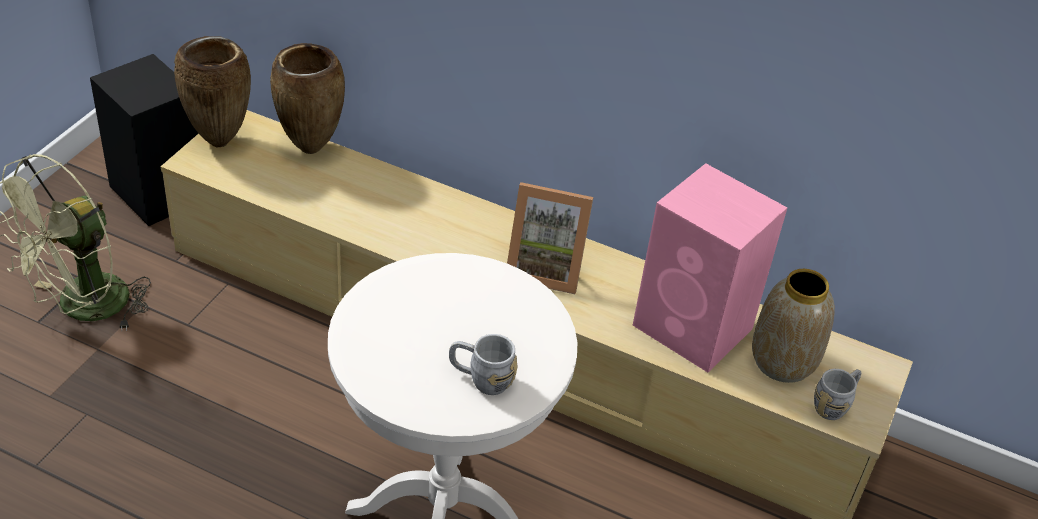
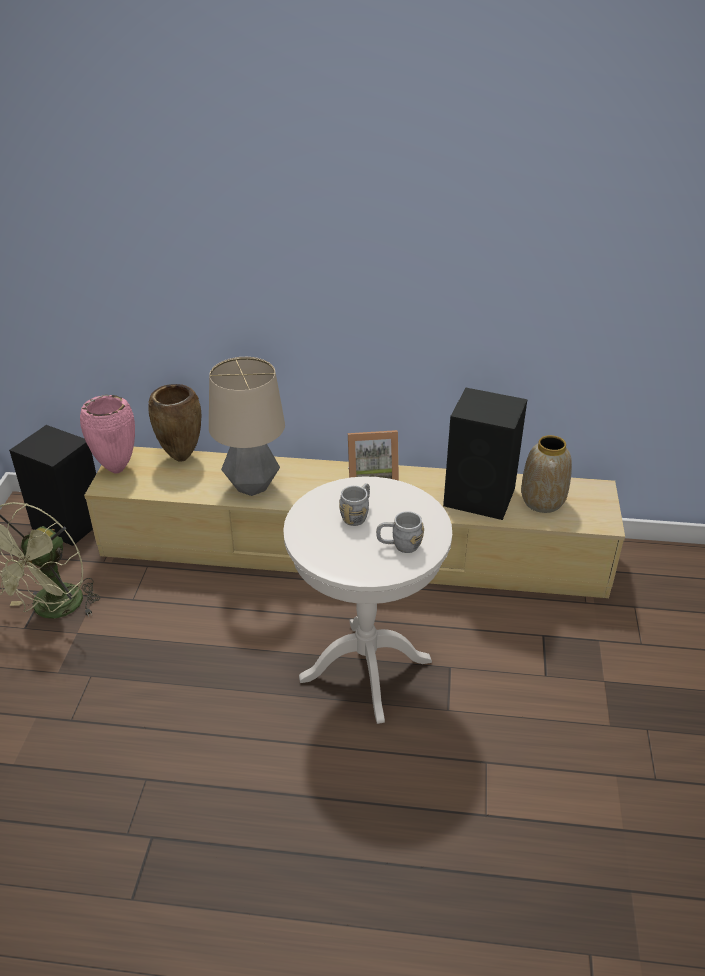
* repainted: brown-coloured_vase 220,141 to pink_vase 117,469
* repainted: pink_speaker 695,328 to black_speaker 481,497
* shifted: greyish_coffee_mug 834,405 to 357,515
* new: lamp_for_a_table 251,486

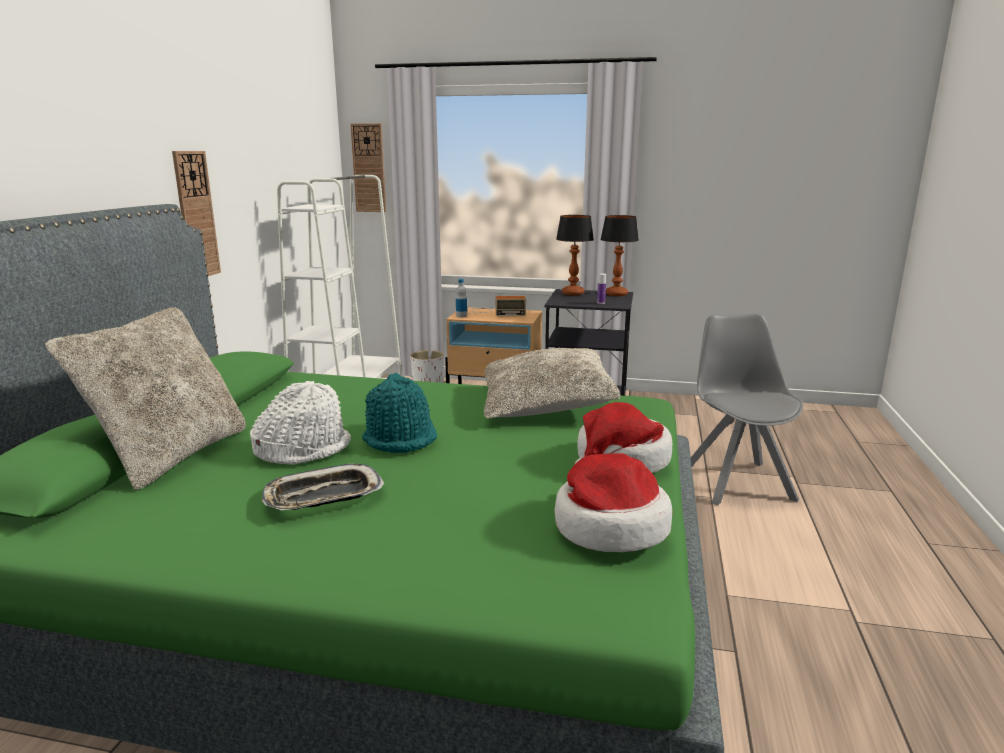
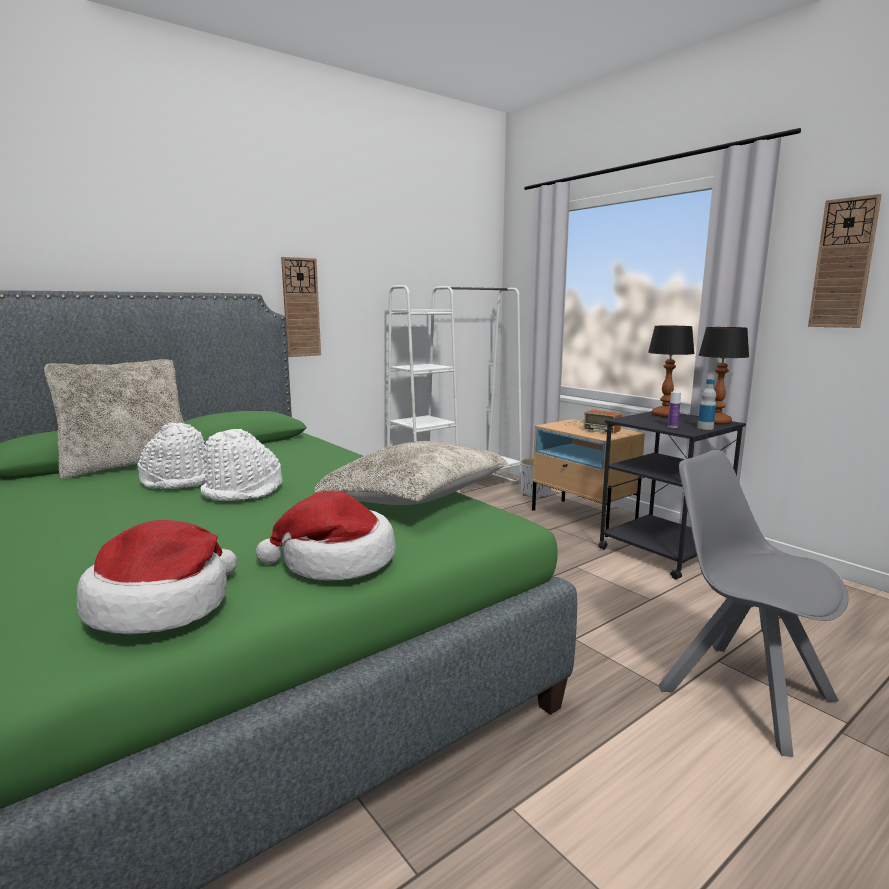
* shifted: hanging_clock 369,168 to 843,264
* shifted: drink_bottle 461,316 to 705,428
* rotated: greyish_upright_chair 737,481 = 741,691 75 degrees counterclockwise
* repainted: blue-green_clothing_hat 400,438 to white-coloured_clothing_hat 244,491
* gone: carrying_tray 323,496

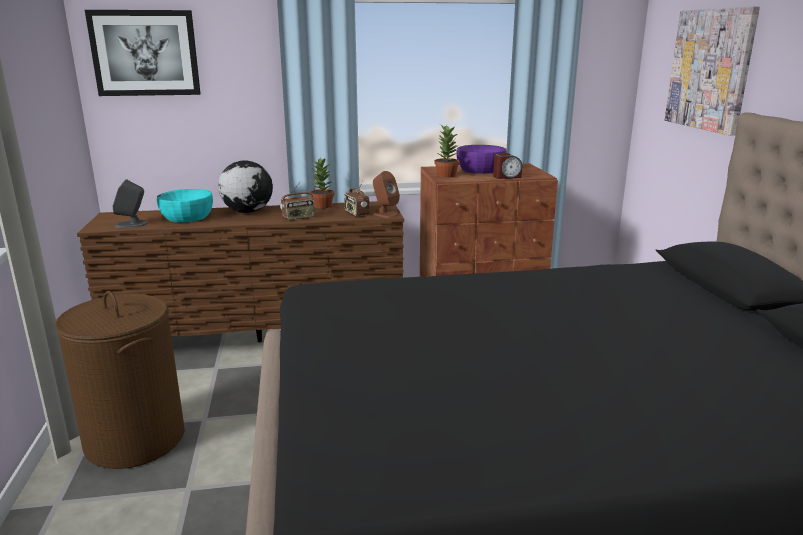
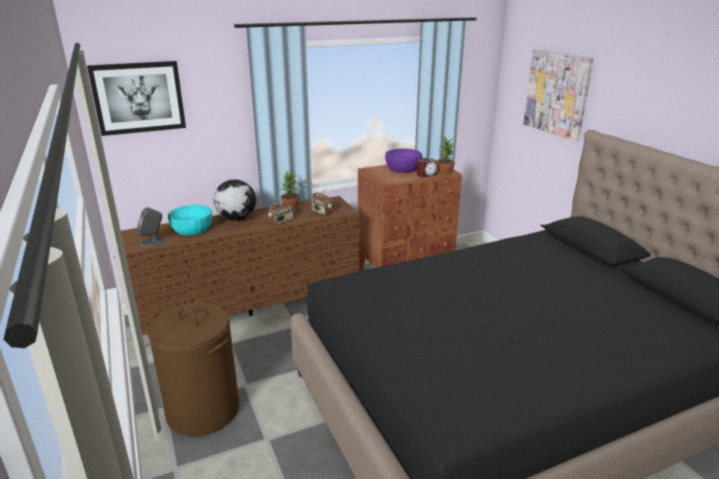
* shifted: potted_plant 446,175 to 444,172
* gone: brown-coloured_speaker 385,214

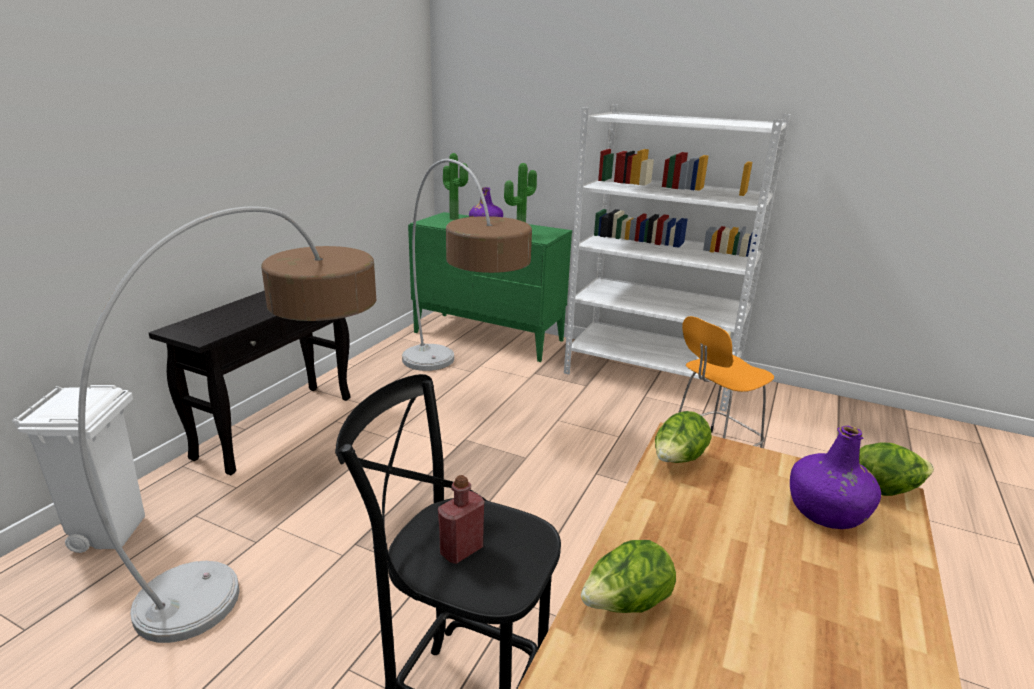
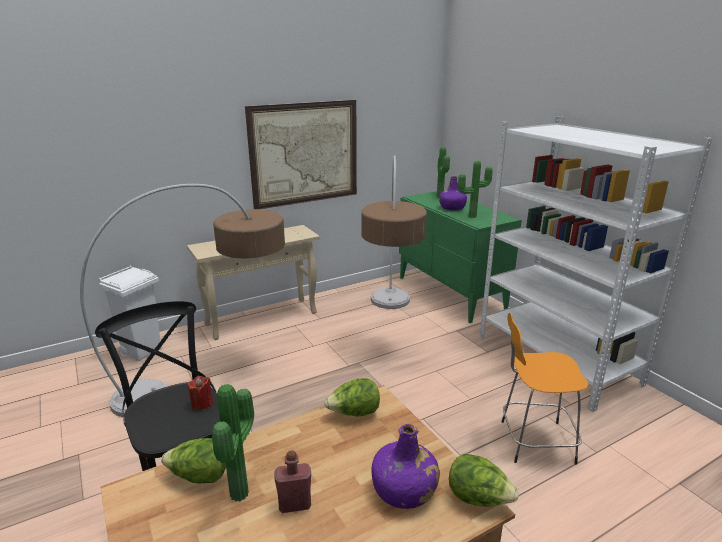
* repainted: black_hall_table 277,426 to sand-coloured_hall_table 262,318
* shifted: red-coloured_drink_bottle 461,550 to 295,504
* new: wall_picture 305,153
* new: red-coloured_wax_candle 202,403
* new: potted_plant 243,494

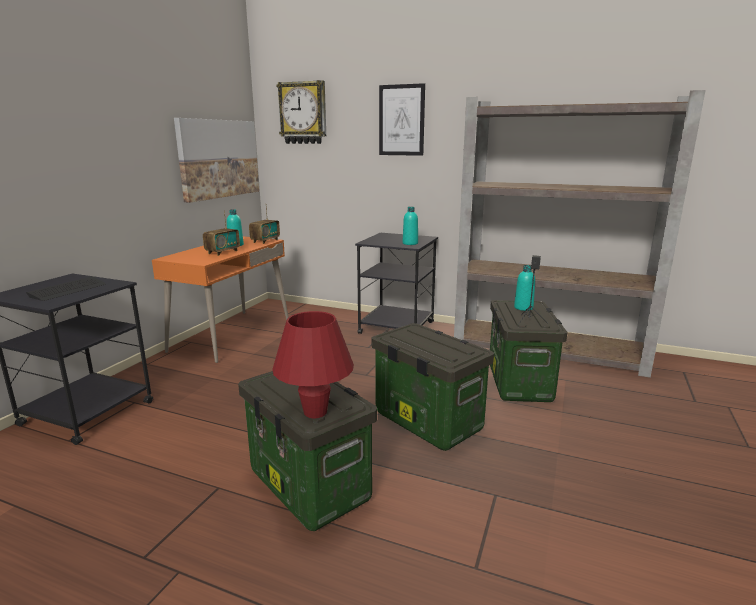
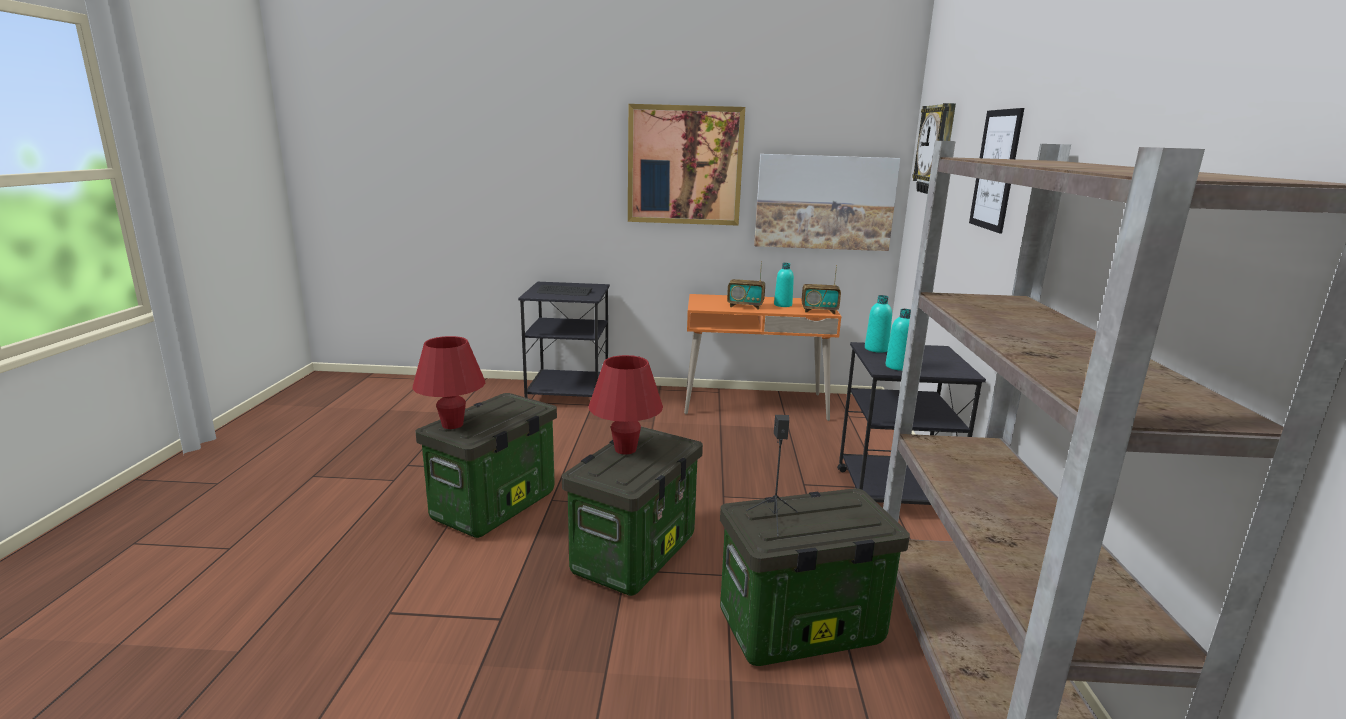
* shifted: blue-green_drink_bottle 523,308 to 876,349
* new: wall_picture 684,165
* new: red-coloured_lamp_for_a_table 625,449

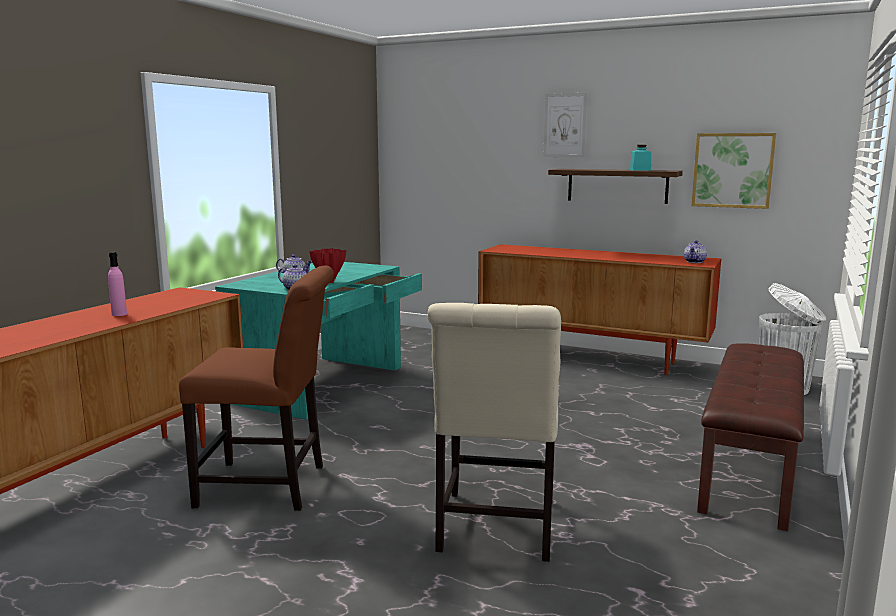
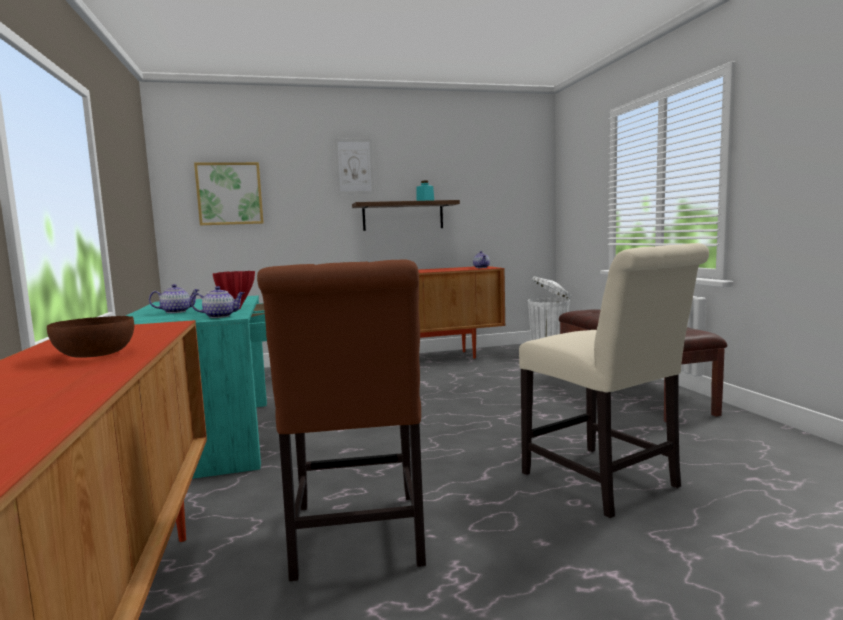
* shifted: wall_picture 732,170 to 229,194
* swapped: pink_drink_bottle 119,314 to brown-coloured_bowl 94,355
* rotated: brown-coloured_upright_chair 270,487 = 356,541 120 degrees clockwise

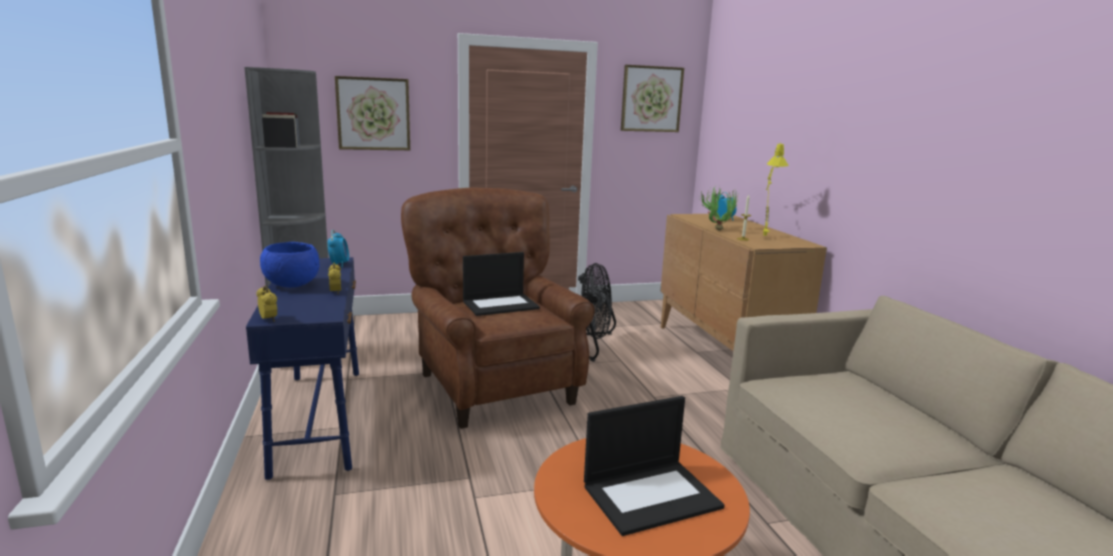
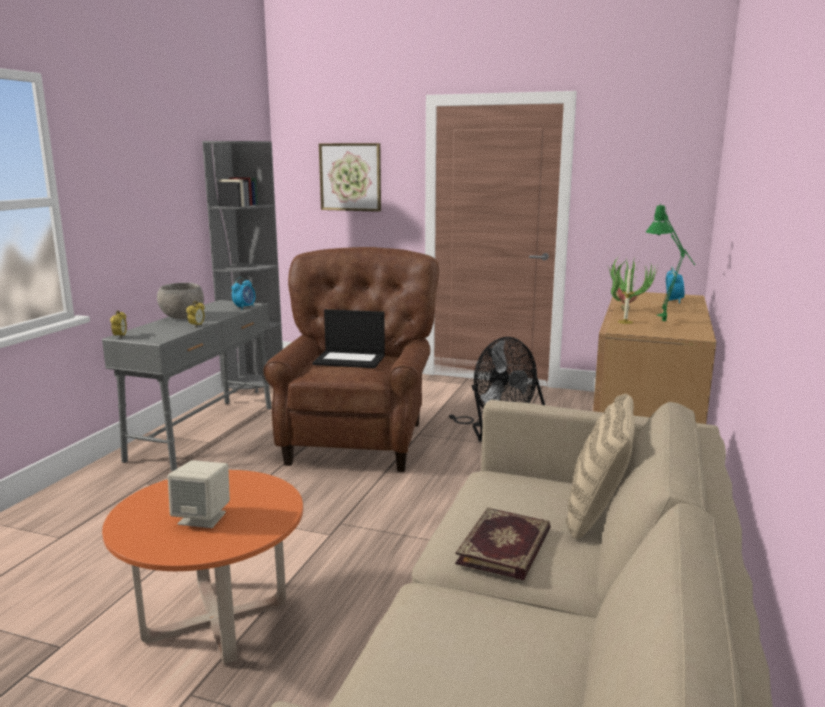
* gone: wall_picture 651,99
* repainted: yellowish_lamp_for_a_table 764,236 to green_lamp_for_a_table 666,321
* repainted: blue_bowl 292,285 to greyish_bowl 182,318
* repainted: blue_hall_table 321,418 to greyish_hall_table 204,433
* swapped: portable_computer 652,495 to sand-coloured_speaker 203,518
* new: sand-coloured_cushion 596,515
* new: volume 506,547

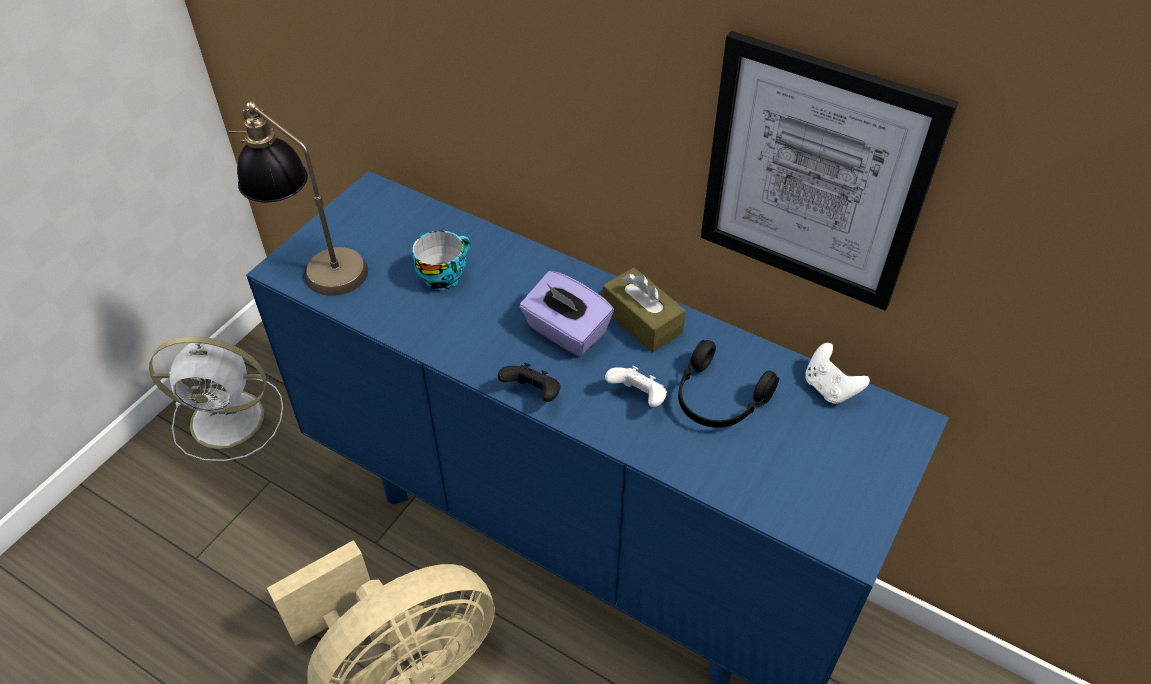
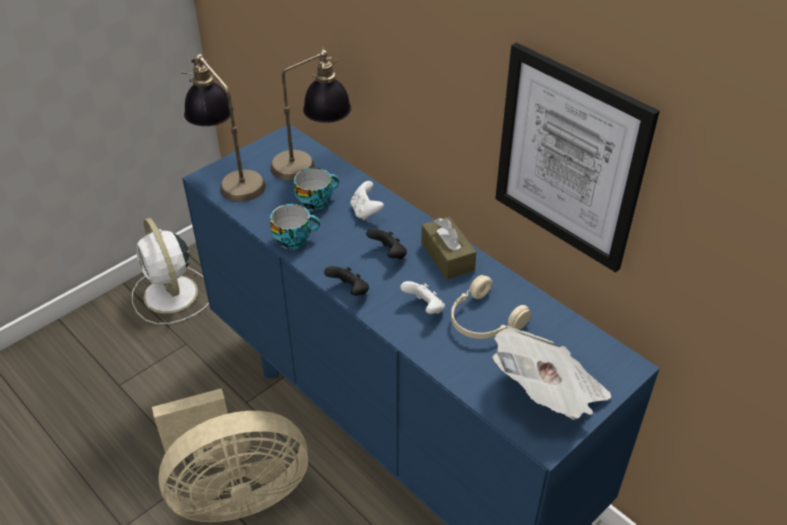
* swapped: purple-coloured_box_of_tissues 566,332 to black_joypad 388,254
* rotated: white-coloured_fan 231,419 = 171,296 45 degrees clockwise
* repainted: black_pair_of_headphones 718,399 to sand-coloured_pair_of_headphones 483,320
* shifted: white-coloured_joypad 829,388 to 366,211
* new: lamp_for_a_table 312,166
* new: small_cup 294,239
* new: printed_paper 548,393

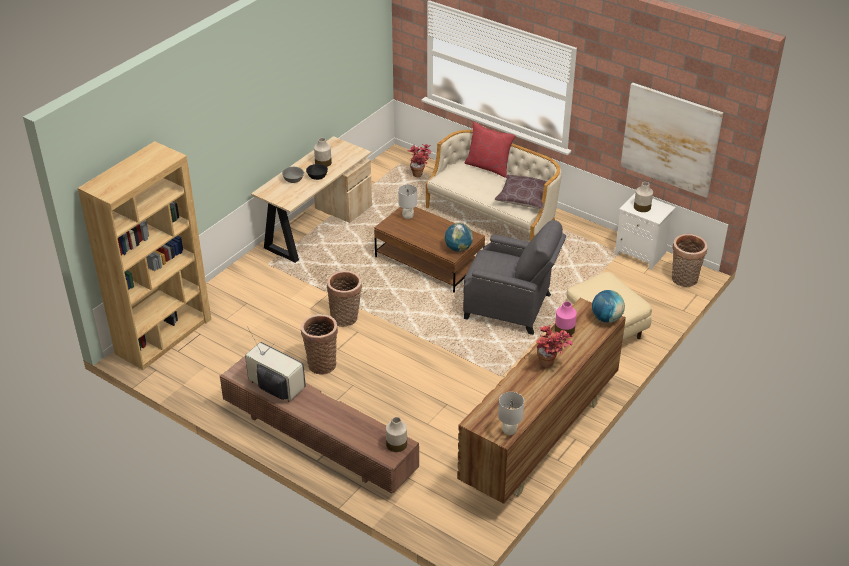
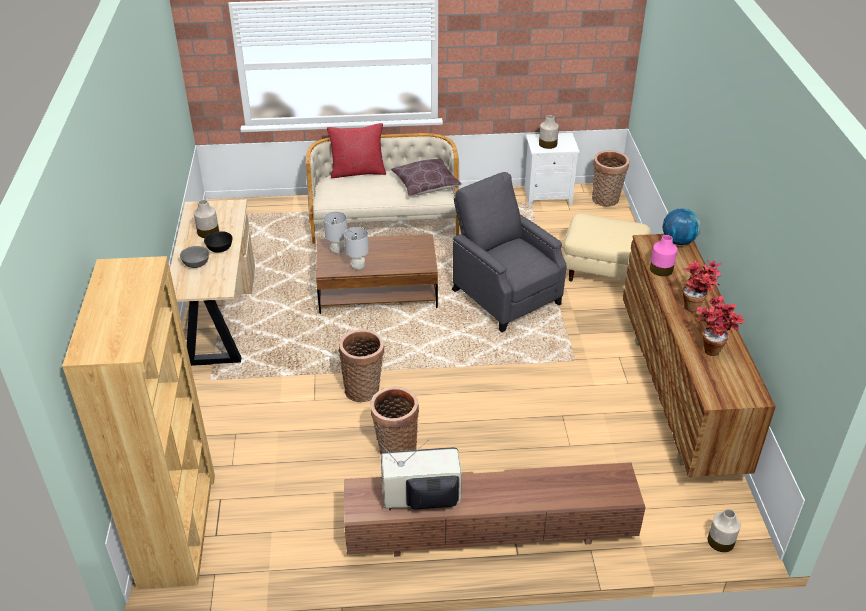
* gone: wall_picture 670,139
* shifted: potted_plant 420,174 to 712,347
* rotated: greyish_easy_chair 511,307 = 503,294 105 degrees counterclockwise
* gone: world_globe 458,248
* shifted: greyish_lamp_for_a_table 509,432 to 358,267
* shifted: sand-coloured_vase 396,444 to 721,541

